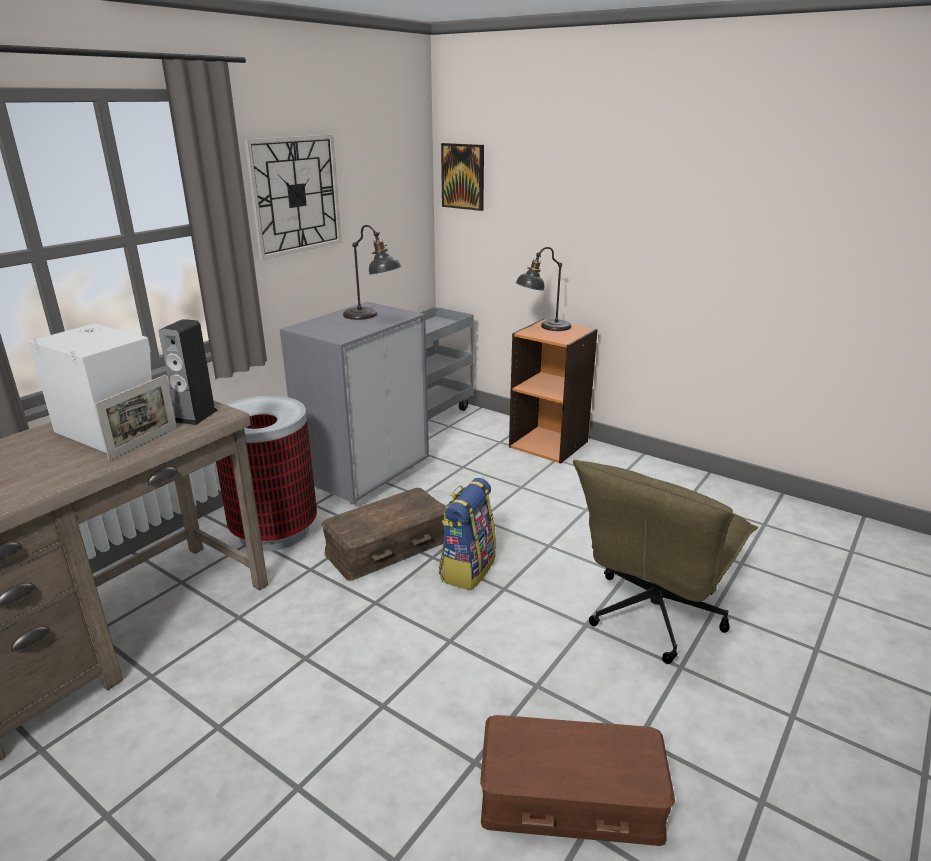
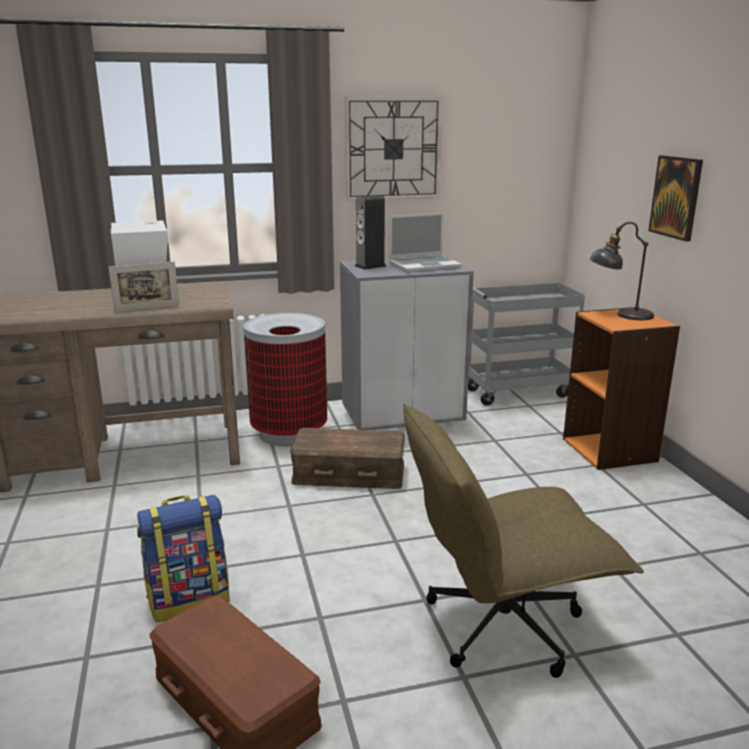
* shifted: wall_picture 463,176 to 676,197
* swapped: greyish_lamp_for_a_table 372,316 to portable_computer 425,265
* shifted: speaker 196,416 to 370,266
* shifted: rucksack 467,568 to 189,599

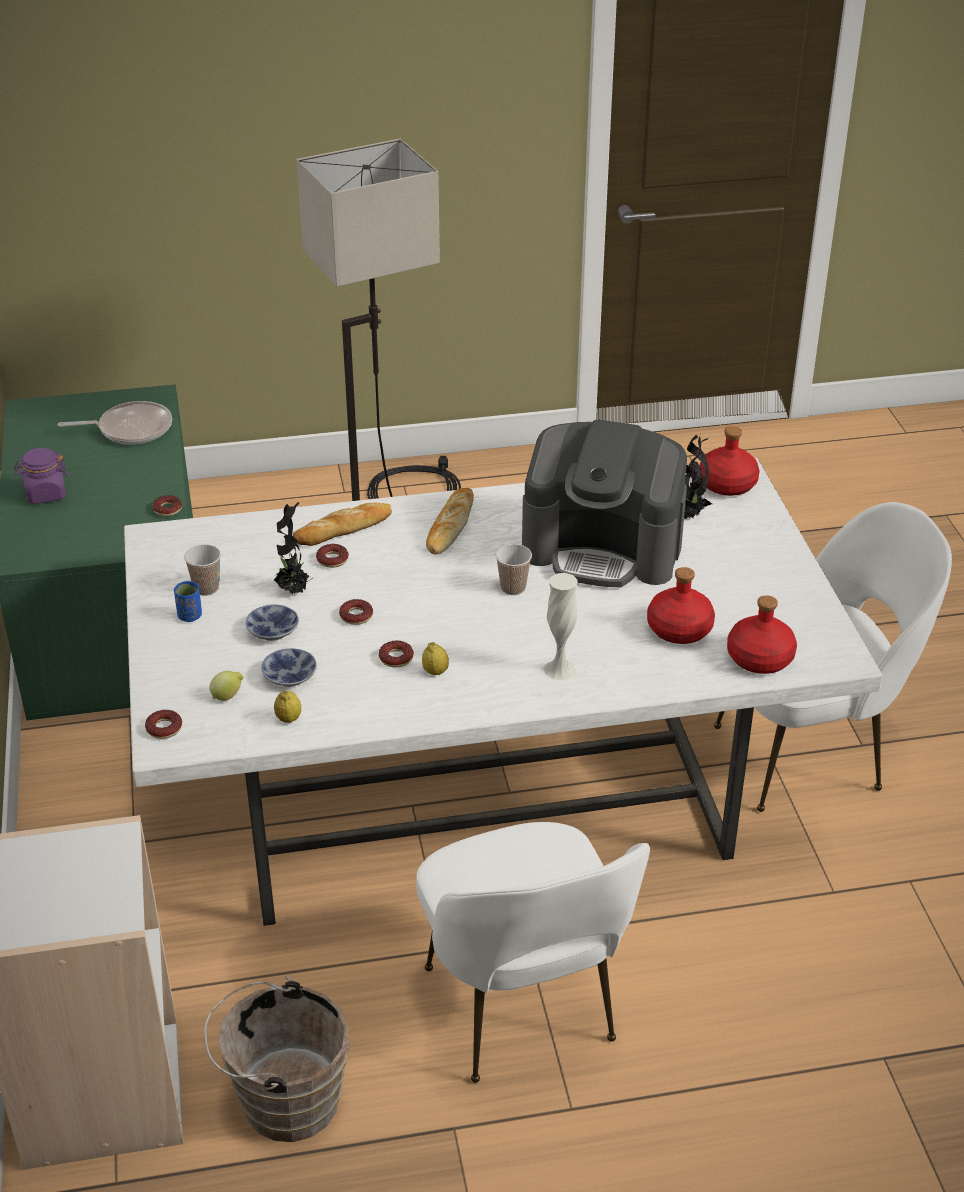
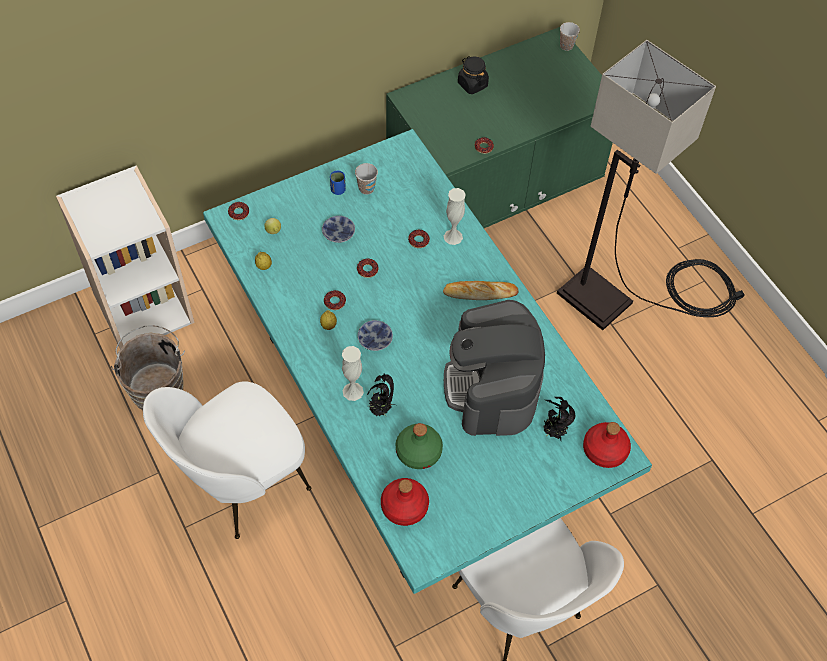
* gone: frying_pan 131,429
* repainted: purple-coloured_storage_jar 45,494 to black_storage_jar 472,84
* repainted: white-coloured_kitchen_table 483,794 to blue-green_kitchen_table 410,418
* shifted: potted_plant 294,590 to 380,410
* swapped: bakery_bread 344,529 to white-coloured_vase 453,237
* shifted: small_cup 513,588 to 566,46
* repainted: red-coloured_drink_bottle 679,628 to green_drink_bottle 419,451
* shifted: bowl 287,676 to 374,338

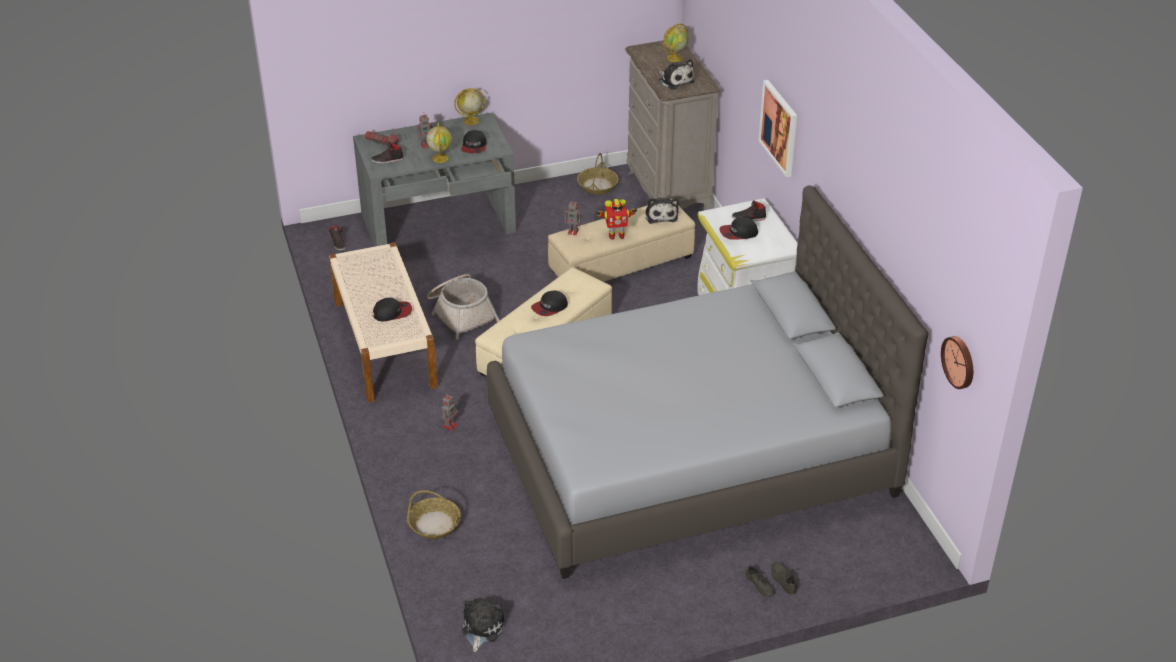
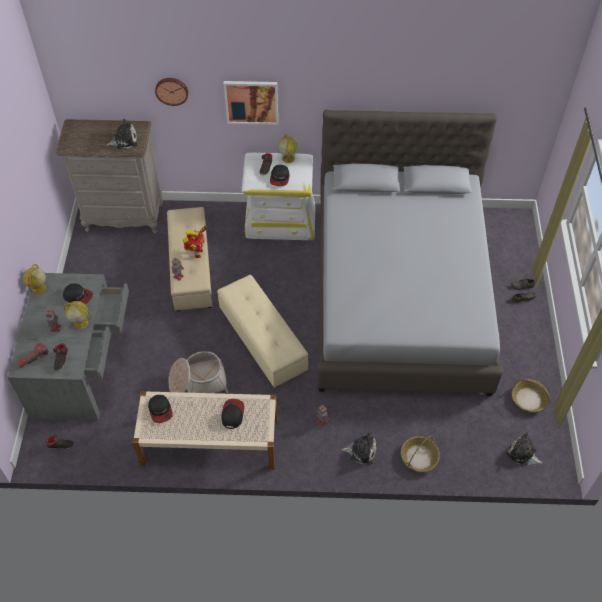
* shifted: world_globe 675,58 to 288,158
* shifted: basket 597,186 to 529,399
* shifted: cuddly_toy 661,215 to 361,451
* shifted: baseball_cap 549,307 to 160,410
* shifted: hanging_clock 959,361 to 172,90

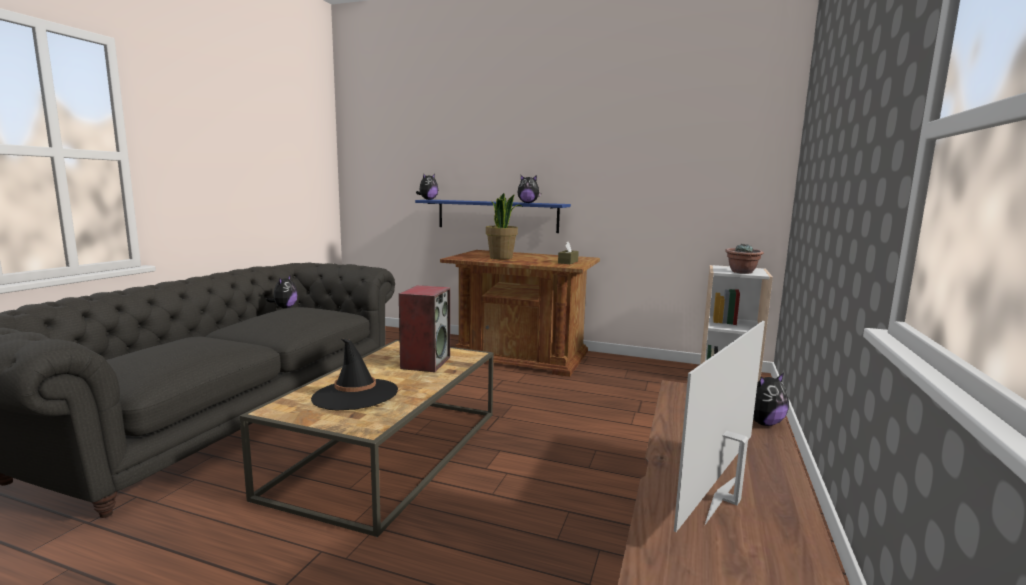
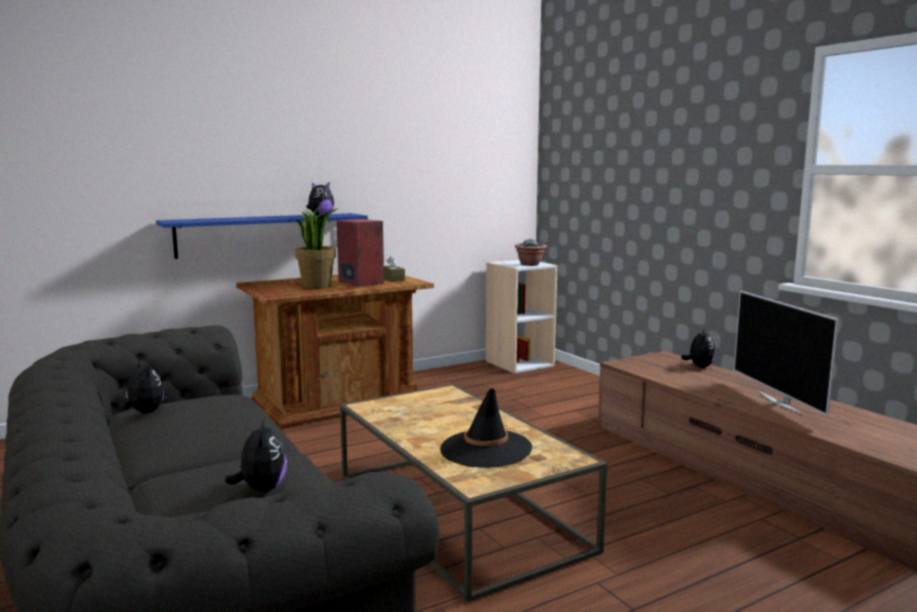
* shifted: cuddly_toy 428,199 to 261,489
* shifted: speaker 425,362 to 360,282

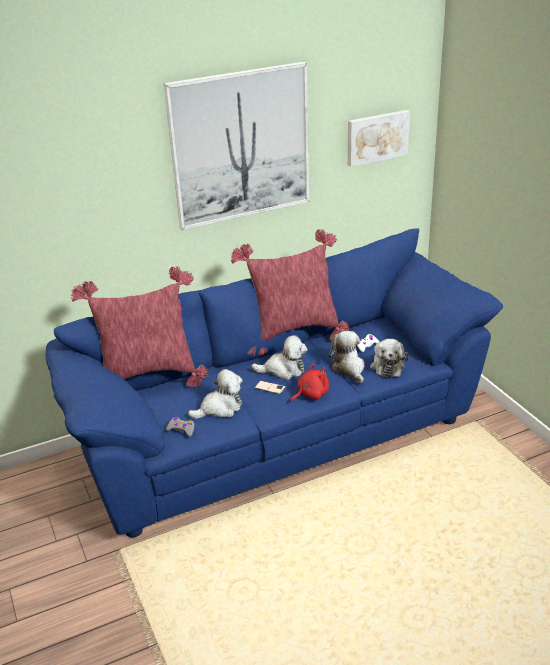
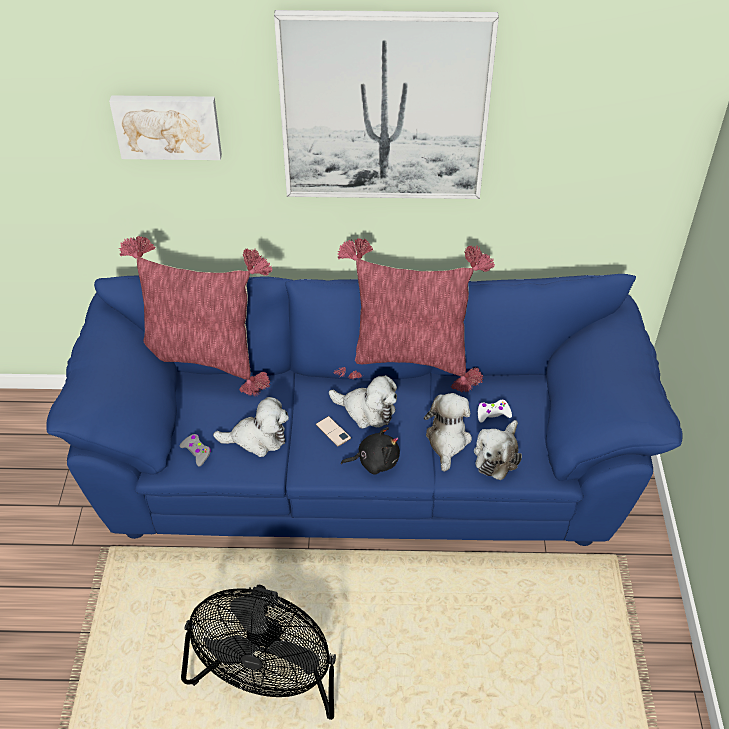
* shifted: wall_picture 376,137 to 167,125
* repainted: red-coloured_cuddly_toy 311,394 to black_cuddly_toy 375,461
* new: black_fan 265,671

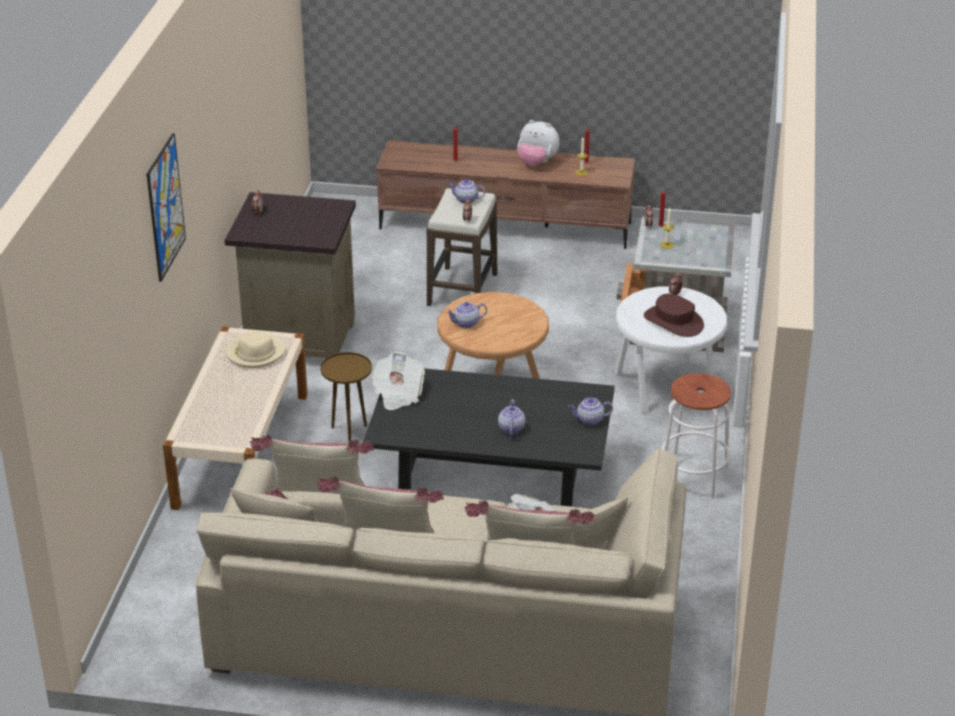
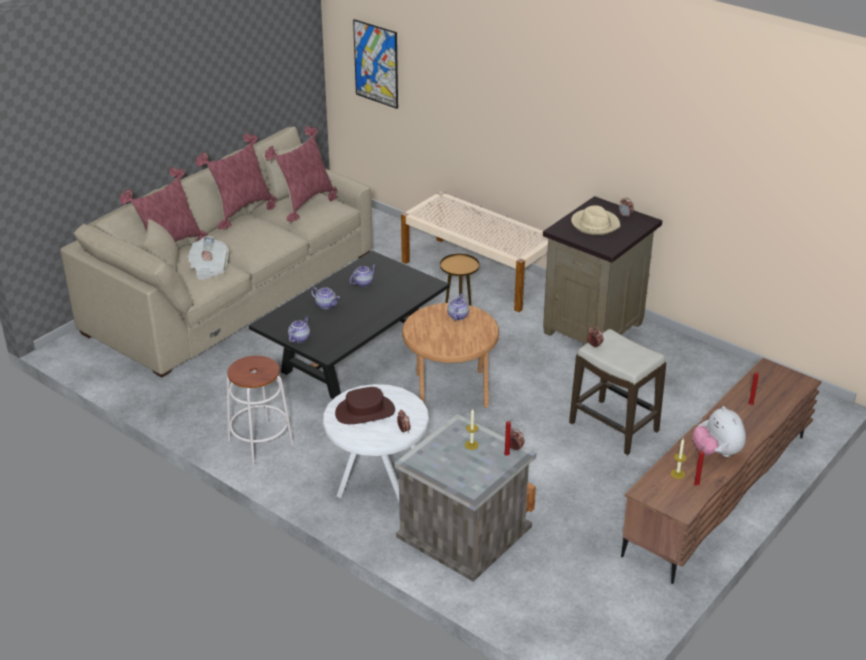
* rotated: cuddly_toy 536,163 = 716,453 75 degrees counterclockwise
* shifted: wall_picture 165,207 to 376,64
* shifted: teapot 466,200 to 363,283
* shifted: sand-coloured_clothing_hat 255,353 to 595,224
* gone: printed_paper 398,394

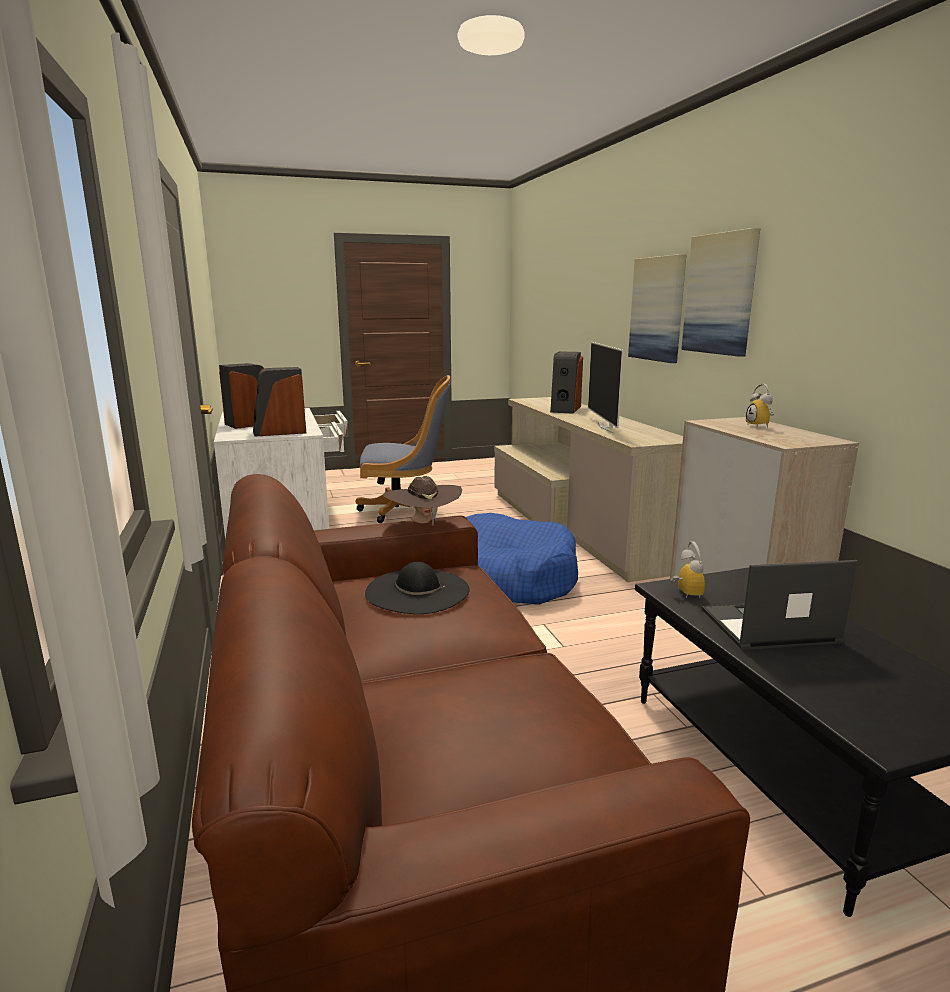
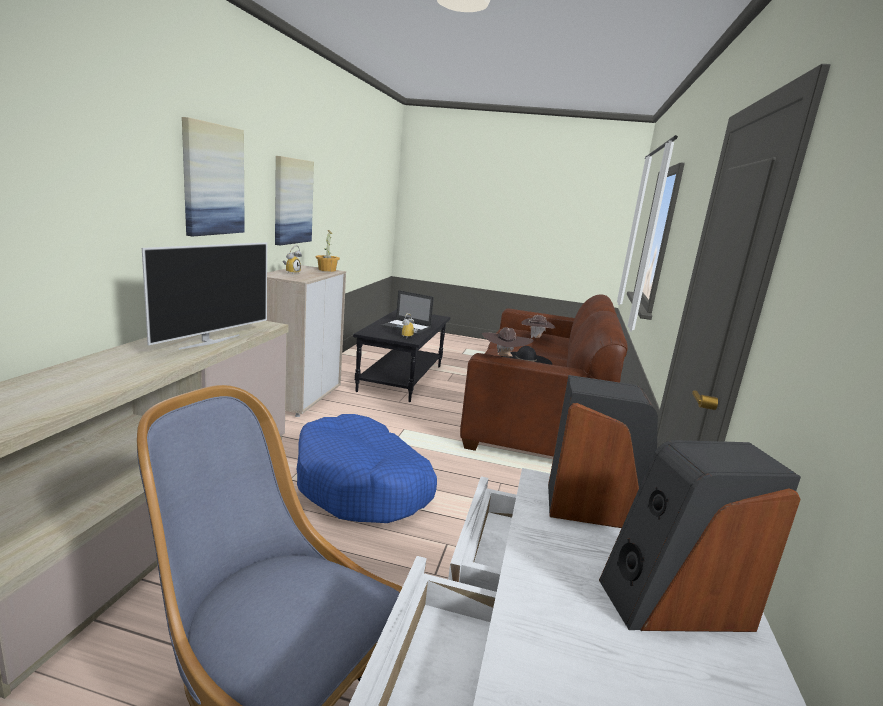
* shifted: wall_picture 657,309 to 292,201
* gone: speaker 564,409
* new: potted_plant 326,270
* new: brown-coloured_clothing_hat 536,338

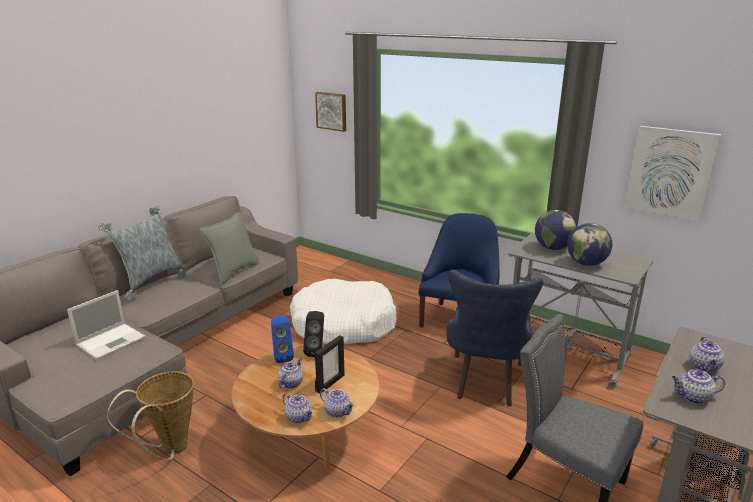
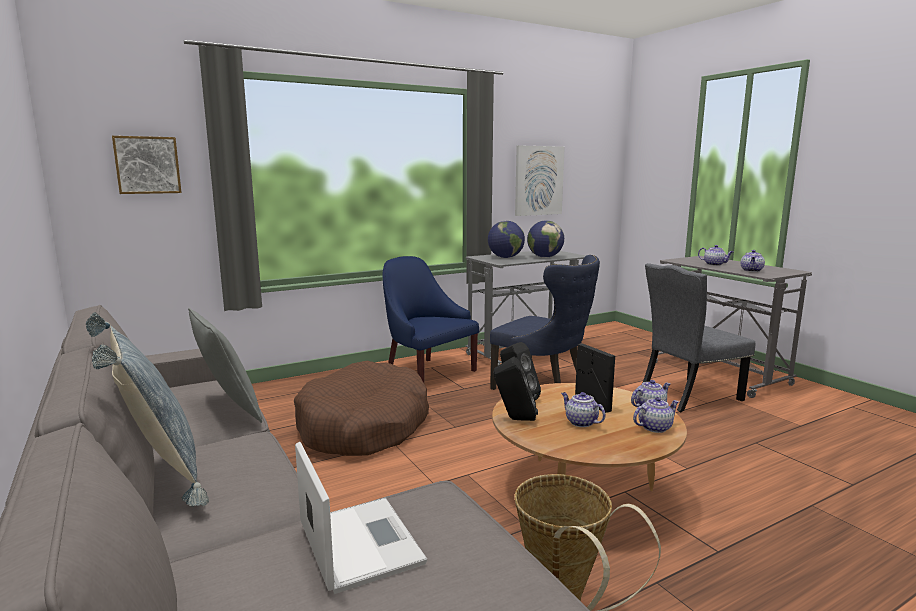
* repainted: white-coloured_dog_cushion 343,324 to brown-coloured_dog_cushion 363,426
* repainted: blue_speaker 282,356 to black_speaker 515,419

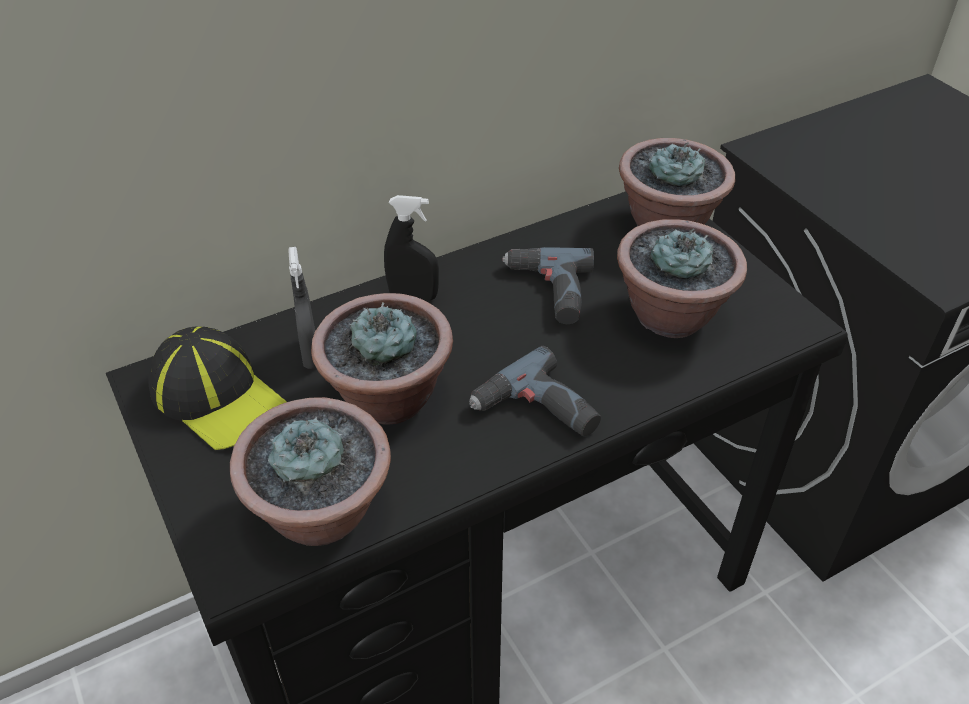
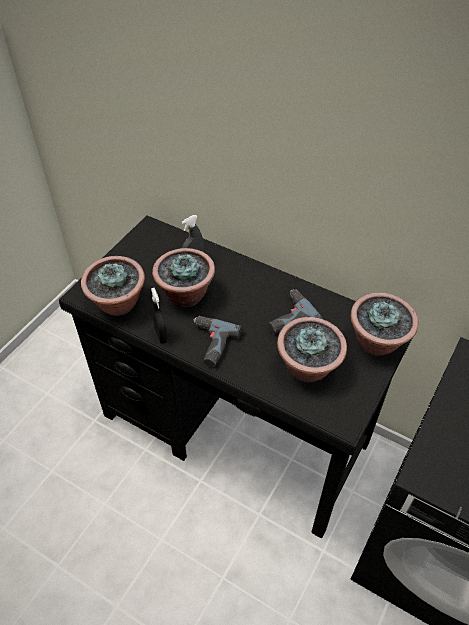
* shifted: black_hand_sprayer 413,296 to 161,335
* gone: baseball_cap 218,397

